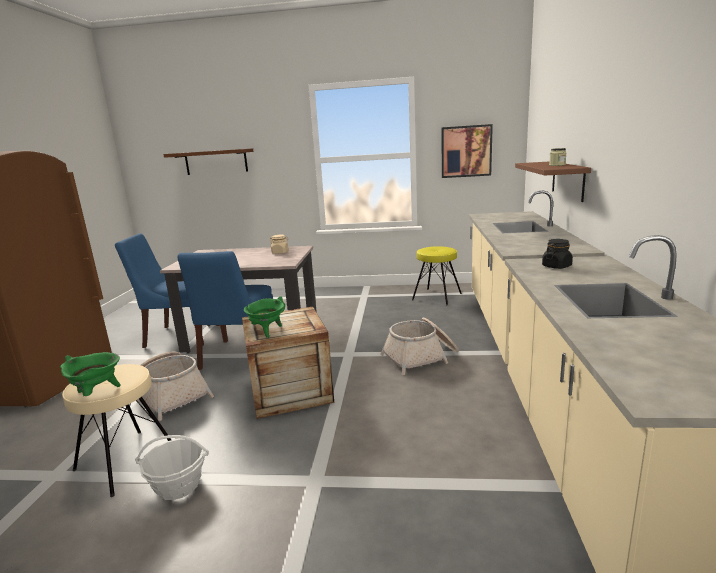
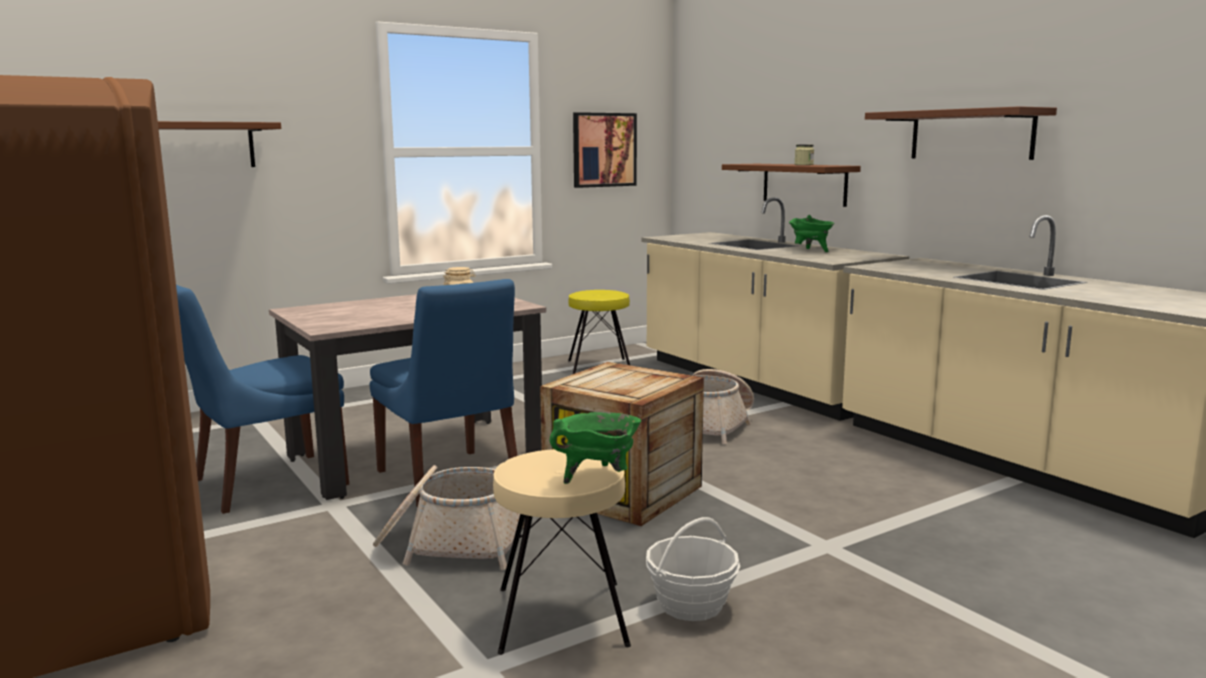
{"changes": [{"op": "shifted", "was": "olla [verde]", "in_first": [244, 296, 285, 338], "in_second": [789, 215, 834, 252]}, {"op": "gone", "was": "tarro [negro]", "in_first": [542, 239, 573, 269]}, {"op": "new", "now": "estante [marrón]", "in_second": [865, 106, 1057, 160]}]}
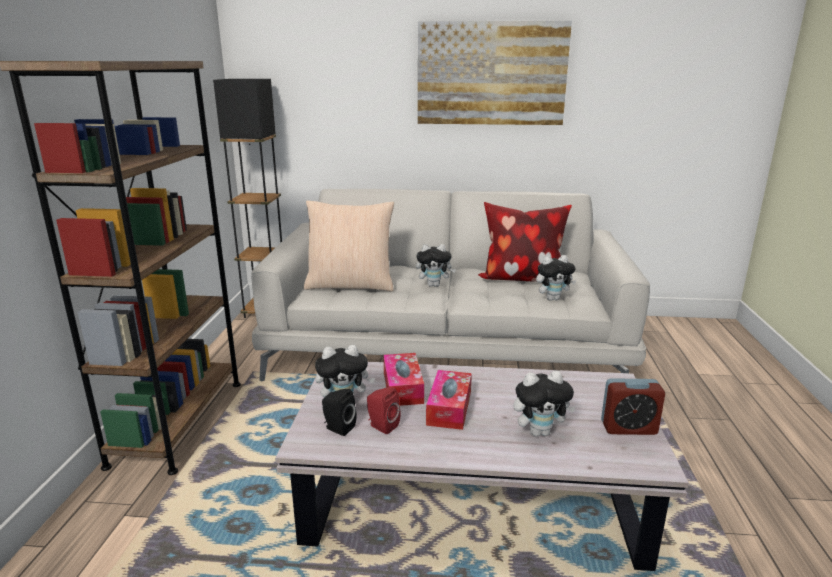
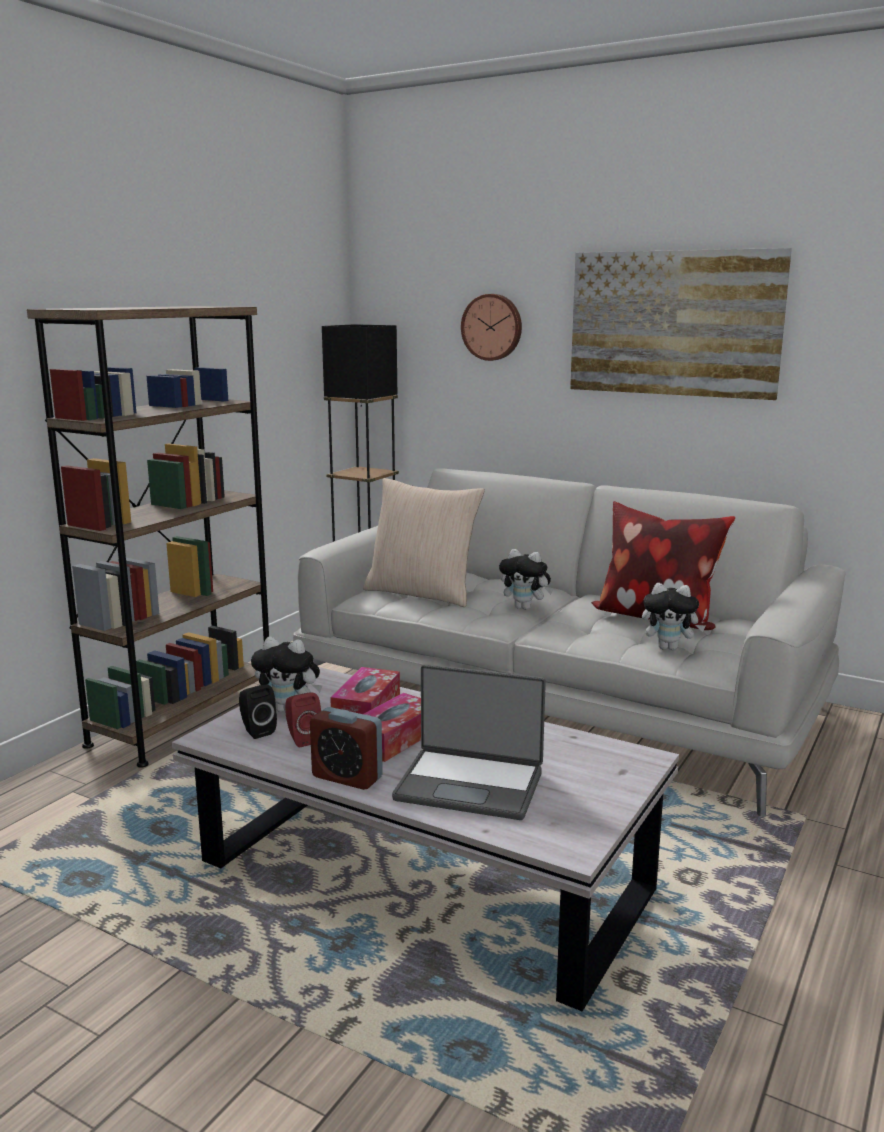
{"changes": [{"op": "swapped", "was": "peluche", "now": "portátil", "in_first": [513, 371, 576, 437], "in_second": [392, 664, 546, 820]}, {"op": "shifted", "was": "despertador", "in_first": [601, 378, 665, 435], "in_second": [310, 707, 383, 790]}, {"op": "new", "now": "reloj de pared", "in_second": [461, 294, 522, 361]}]}
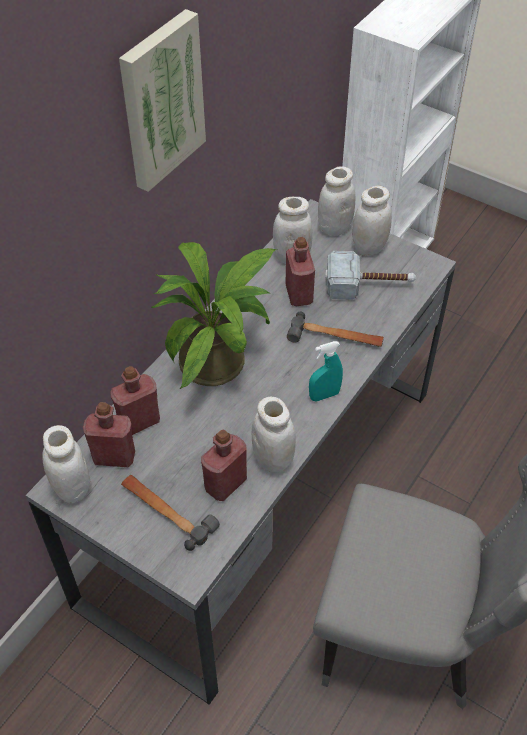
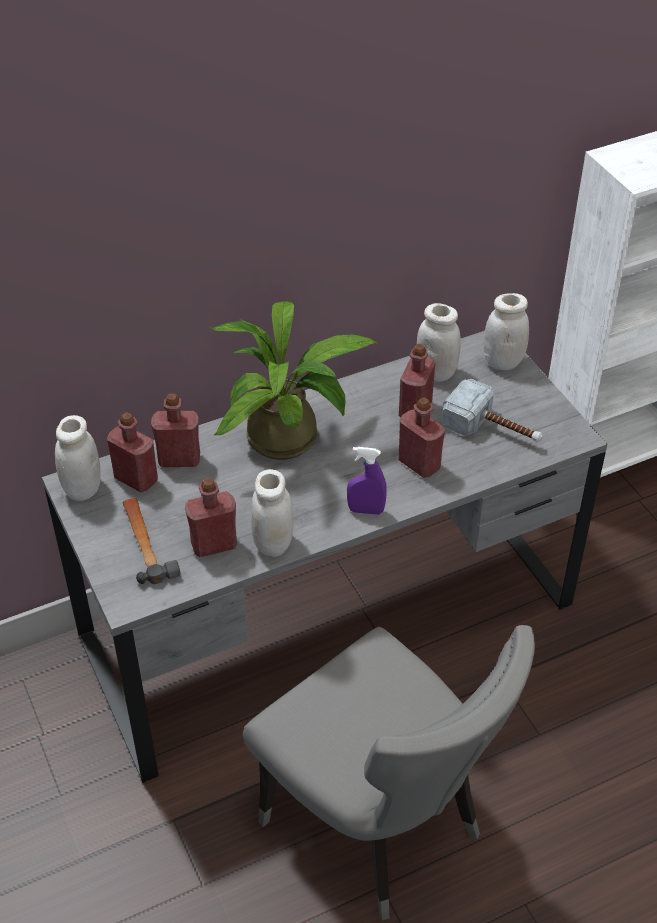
{"changes": [{"op": "gone", "was": "cuadro", "in_first": [119, 9, 206, 192]}, {"op": "swapped", "was": "martillo", "now": "botella [rojo]", "in_first": [287, 312, 384, 347], "in_second": [398, 397, 445, 478]}, {"op": "repainted", "was": "pulverizador [turquesa]", "now": "pulverizador [morado]", "in_first": [309, 341, 343, 401], "in_second": [347, 447, 387, 515]}, {"op": "gone", "was": "tarro [blanco]", "in_first": [352, 186, 392, 256]}]}
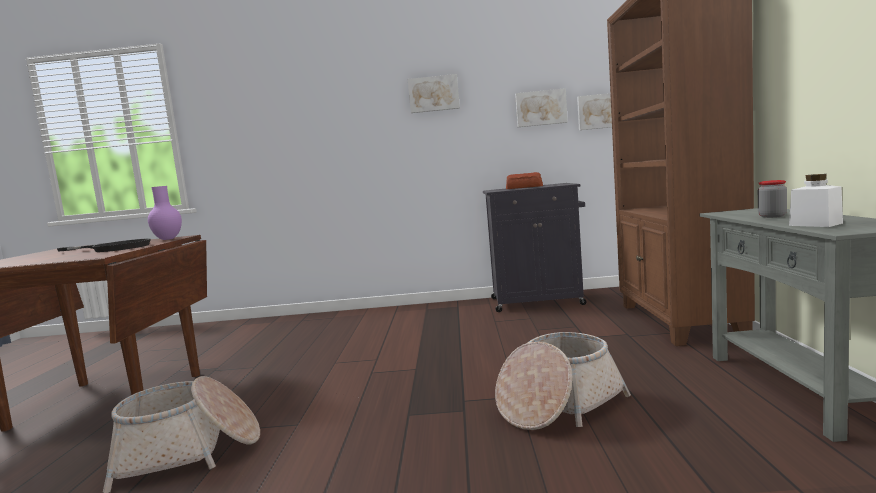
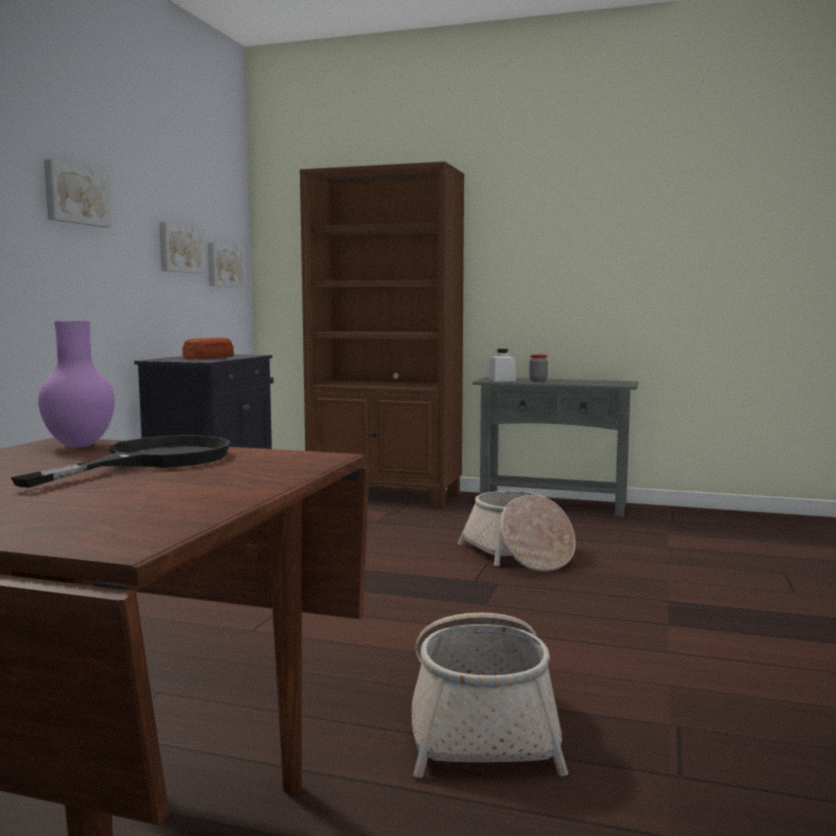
{"changes": [{"op": "shifted", "was": "tarro [blanco]", "in_first": [789, 174, 843, 227], "in_second": [489, 349, 516, 381]}]}
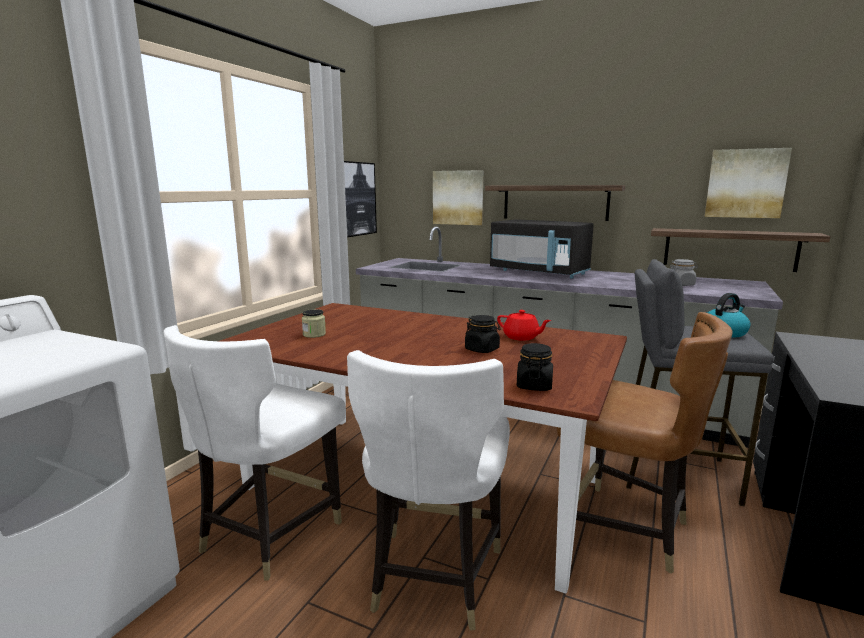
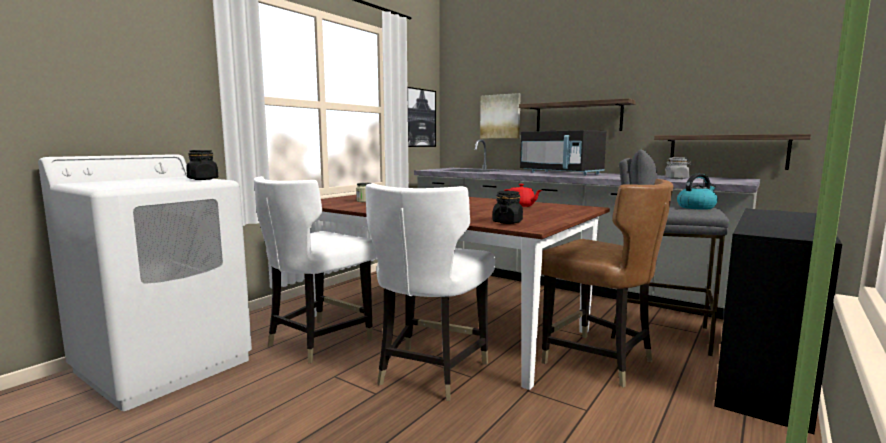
{"changes": [{"op": "shifted", "was": "tarro [negro]", "in_first": [465, 315, 501, 353], "in_second": [186, 150, 218, 180]}, {"op": "gone", "was": "cuadro", "in_first": [705, 148, 792, 218]}]}
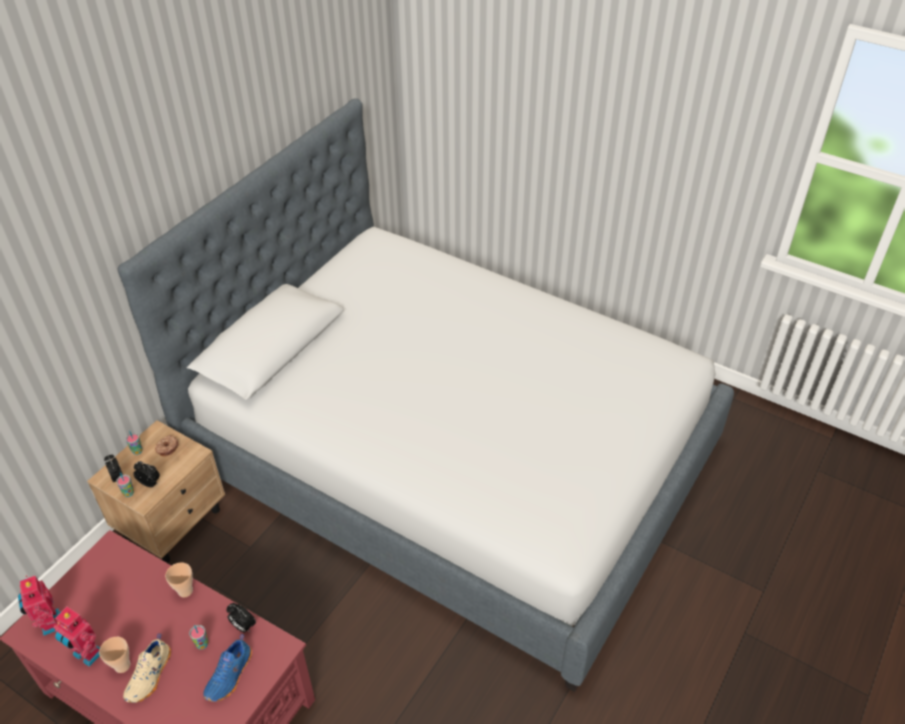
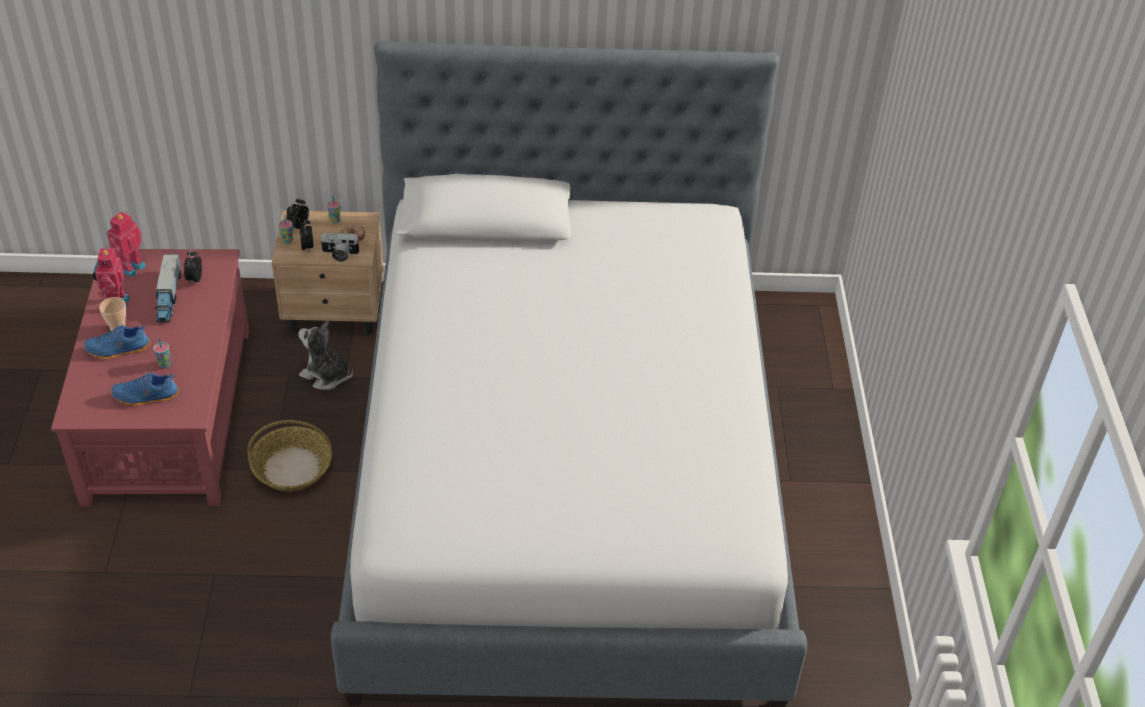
{"changes": [{"op": "repainted", "was": "zapato [beis]", "now": "zapato [azul]", "in_first": [123, 633, 171, 703], "in_second": [83, 325, 151, 359]}, {"op": "gone", "was": "taza", "in_first": [165, 563, 193, 598]}, {"op": "shifted", "was": "despertador", "in_first": [226, 603, 256, 632], "in_second": [184, 250, 202, 284]}, {"op": "new", "now": "camión de juguete", "in_second": [155, 254, 181, 323]}, {"op": "new", "now": "cesta", "in_second": [247, 420, 332, 492]}, {"op": "new", "now": "peluche", "in_second": [298, 320, 353, 390]}, {"op": "new", "now": "cámara", "in_second": [320, 232, 360, 262]}]}
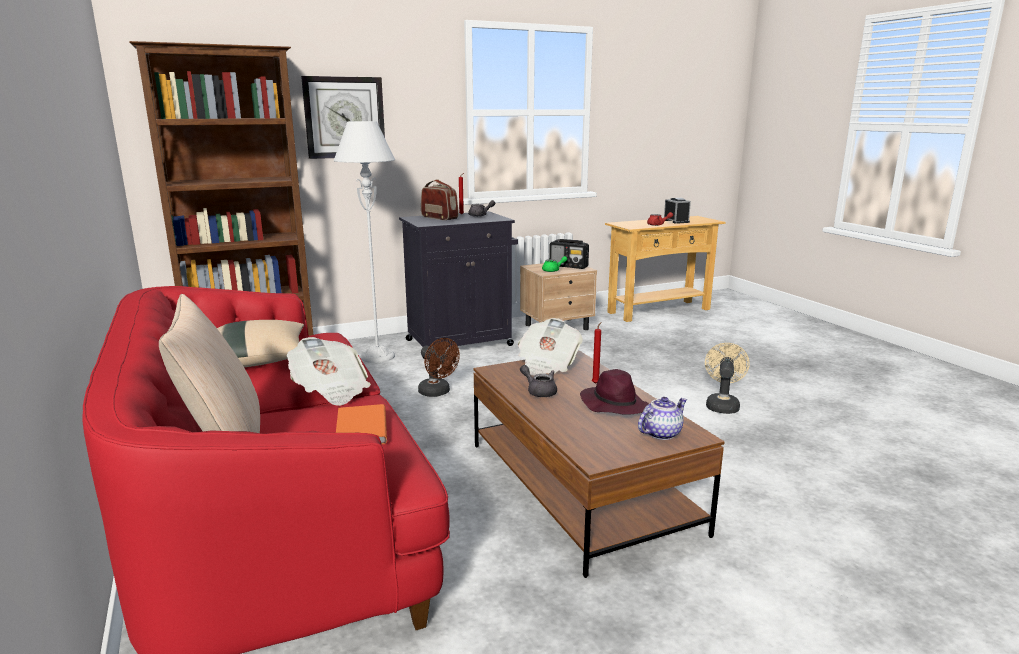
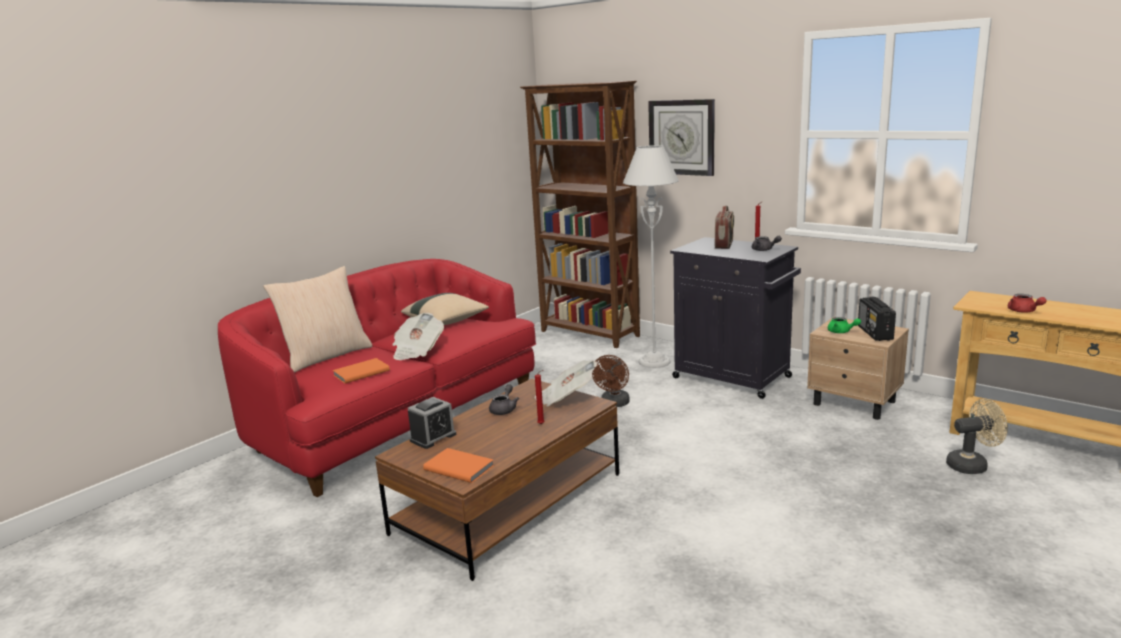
{"changes": [{"op": "gone", "was": "sombrero [morado]", "in_first": [580, 369, 649, 415]}, {"op": "swapped", "was": "tetera", "now": "libro [naranja]", "in_first": [638, 397, 687, 440], "in_second": [423, 448, 494, 483]}, {"op": "shifted", "was": "despertador", "in_first": [664, 198, 691, 224], "in_second": [408, 397, 456, 449]}, {"op": "shifted", "was": "ventilador [beis]", "in_first": [705, 343, 750, 414], "in_second": [946, 399, 1008, 474]}]}
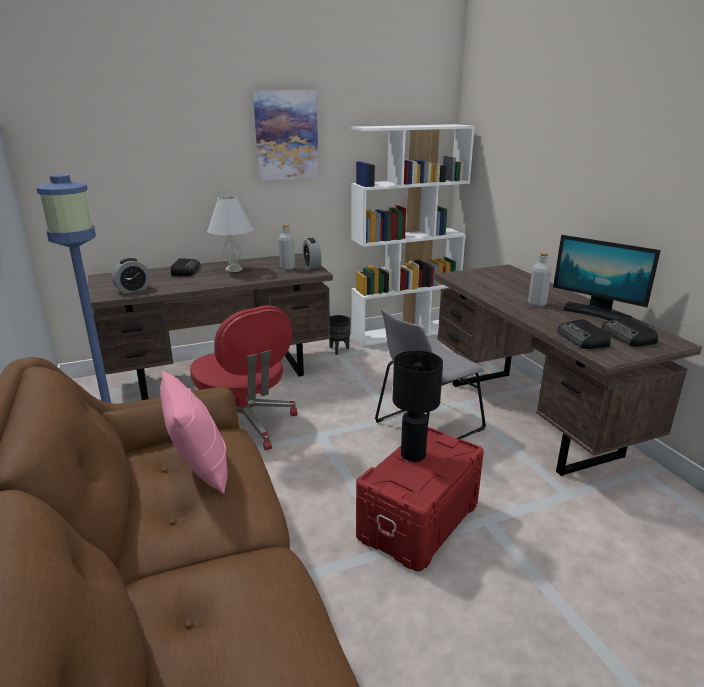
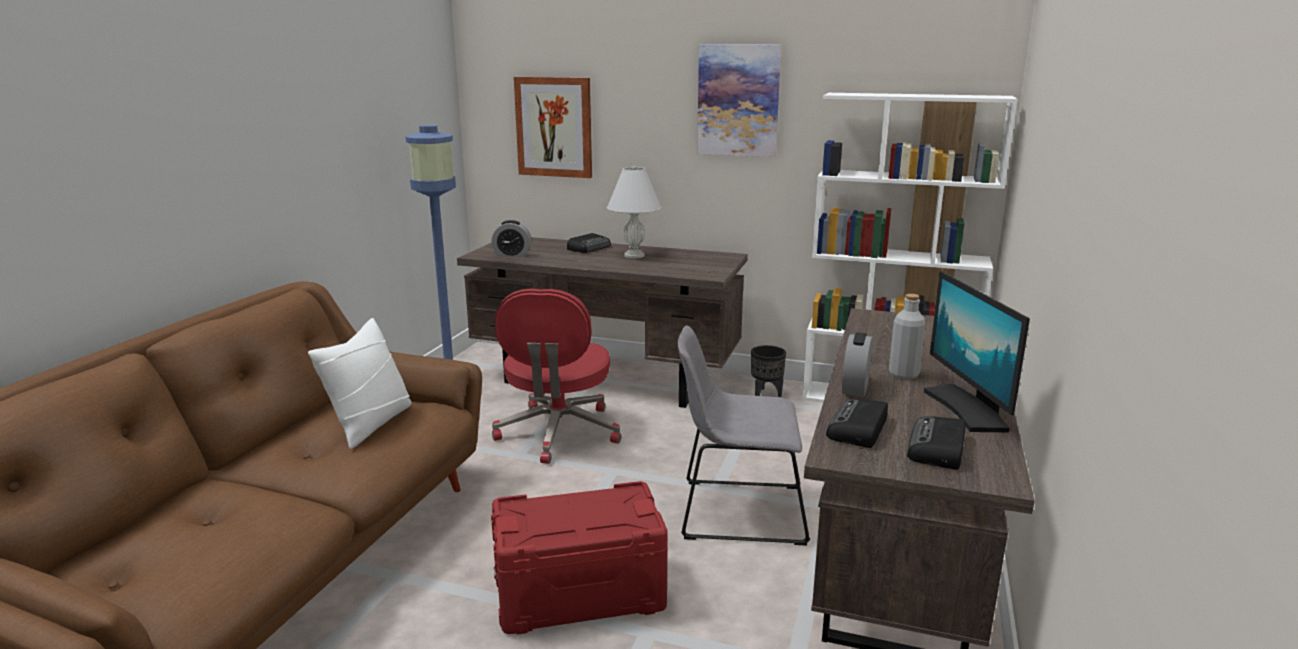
{"changes": [{"op": "repainted", "was": "cojín [rosa]", "now": "cojín [blanco]", "in_first": [160, 370, 227, 494], "in_second": [308, 318, 412, 449]}, {"op": "gone", "was": "botella [gris]", "in_first": [279, 224, 295, 270]}, {"op": "shifted", "was": "despertador", "in_first": [303, 238, 321, 269], "in_second": [842, 332, 873, 397]}, {"op": "gone", "was": "lámpara de mesa [negro]", "in_first": [393, 350, 443, 462]}, {"op": "new", "now": "cuadro", "in_second": [514, 77, 592, 178]}]}
